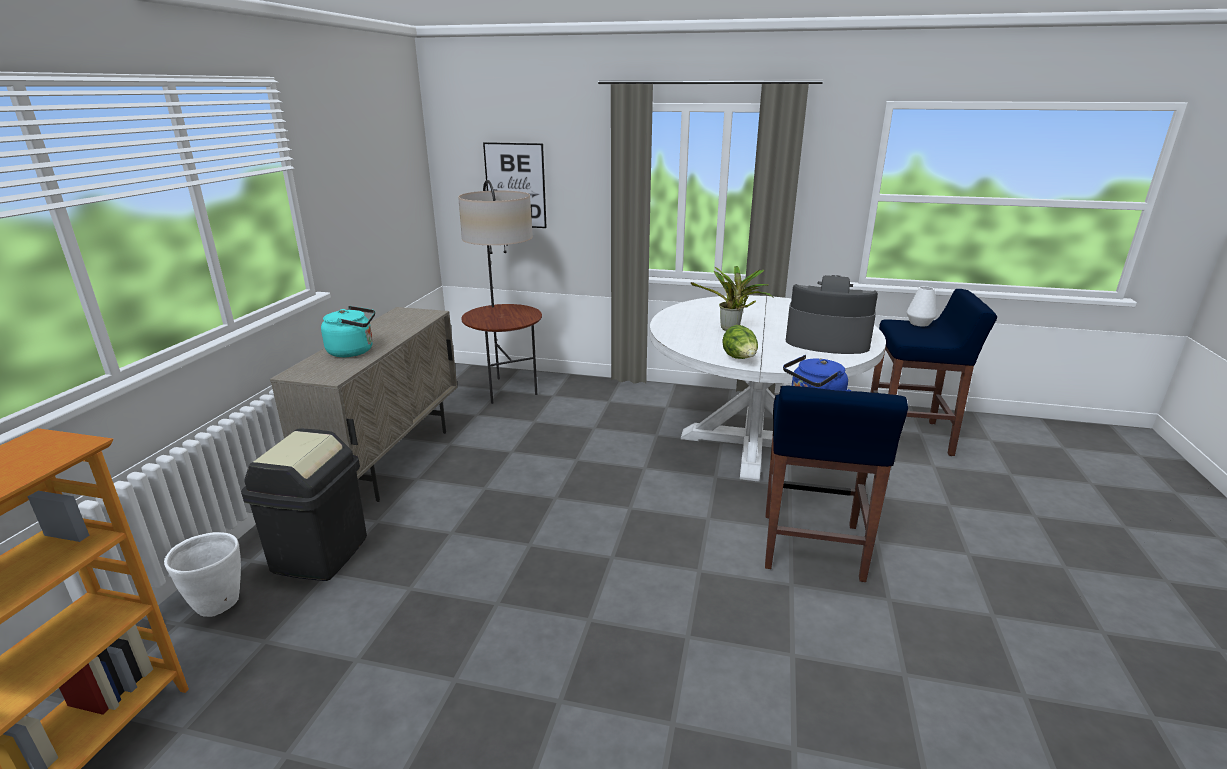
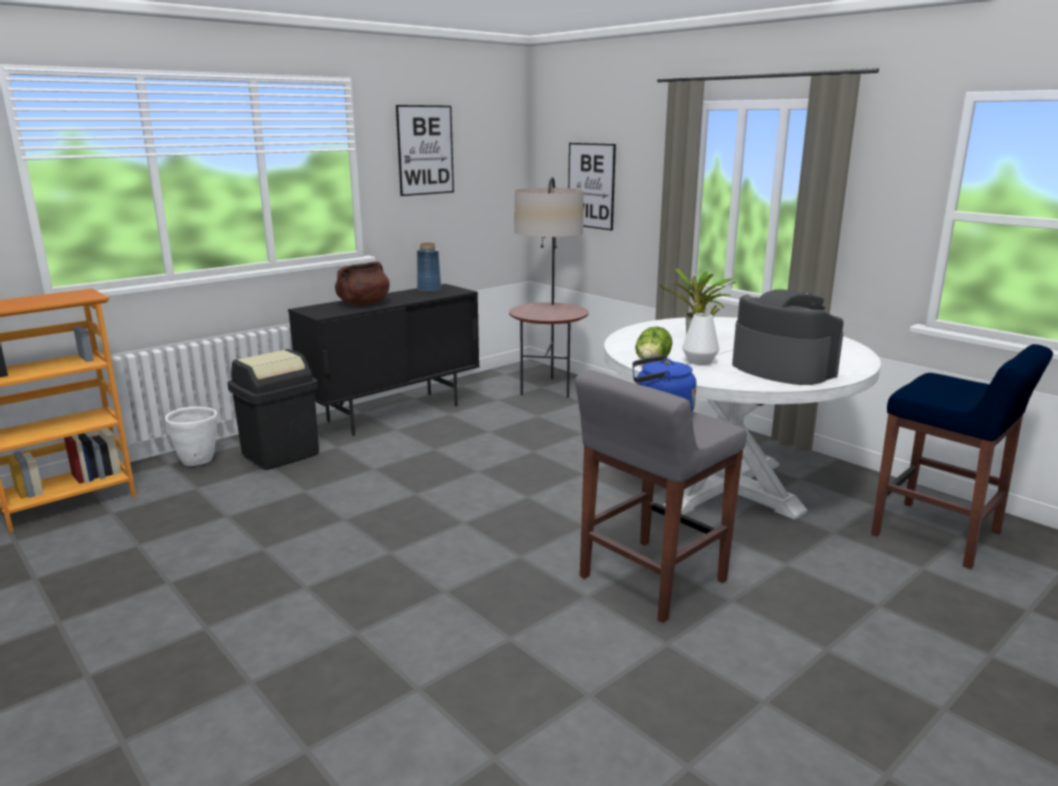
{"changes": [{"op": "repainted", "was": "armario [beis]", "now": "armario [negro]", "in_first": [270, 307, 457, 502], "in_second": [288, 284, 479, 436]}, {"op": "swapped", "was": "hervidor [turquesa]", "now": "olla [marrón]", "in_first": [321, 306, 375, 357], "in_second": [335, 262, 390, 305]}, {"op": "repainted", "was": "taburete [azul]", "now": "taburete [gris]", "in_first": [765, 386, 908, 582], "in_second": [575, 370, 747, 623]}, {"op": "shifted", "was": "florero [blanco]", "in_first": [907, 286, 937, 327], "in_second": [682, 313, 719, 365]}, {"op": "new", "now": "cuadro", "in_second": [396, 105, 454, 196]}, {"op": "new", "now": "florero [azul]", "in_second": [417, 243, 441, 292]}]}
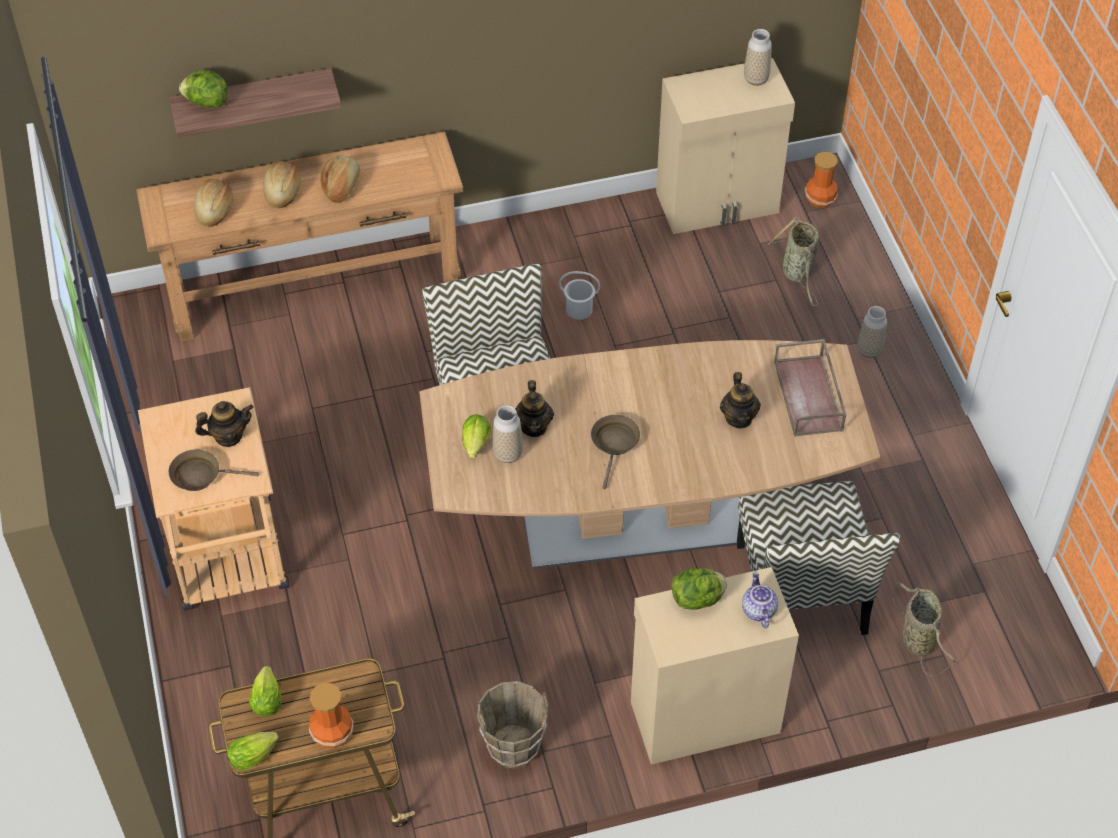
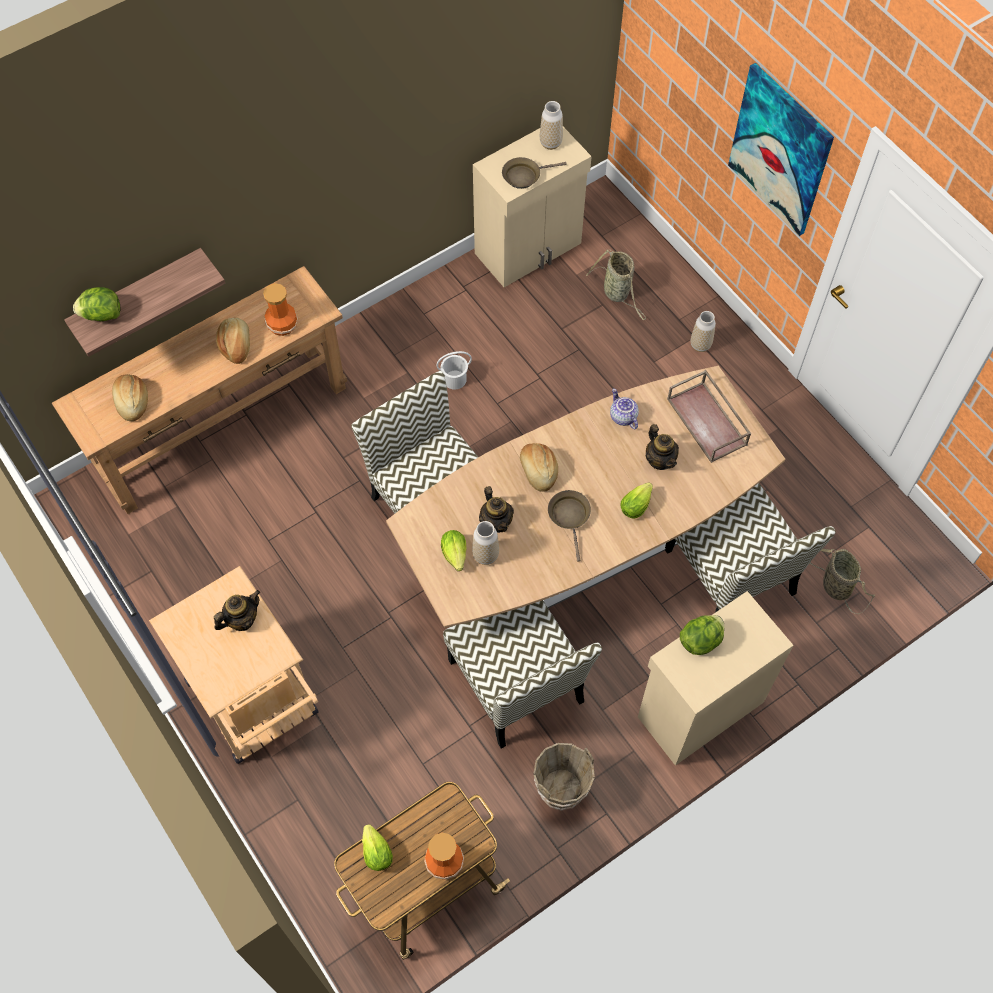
{"changes": [{"op": "shifted", "was": "sartén [marrón]", "in_first": [169, 449, 259, 491], "in_second": [502, 157, 567, 189]}, {"op": "shifted", "was": "lechuga", "in_first": [227, 732, 279, 770], "in_second": [620, 483, 653, 519]}, {"op": "shifted", "was": "pan", "in_first": [263, 161, 301, 208], "in_second": [520, 443, 558, 492]}, {"op": "shifted", "was": "tetera", "in_first": [742, 571, 778, 628], "in_second": [610, 388, 639, 429]}, {"op": "shifted", "was": "florero", "in_first": [805, 152, 838, 208], "in_second": [263, 283, 298, 336]}, {"op": "new", "now": "silla", "in_second": [443, 600, 602, 749]}, {"op": "new", "now": "cuadro", "in_second": [728, 63, 834, 236]}]}
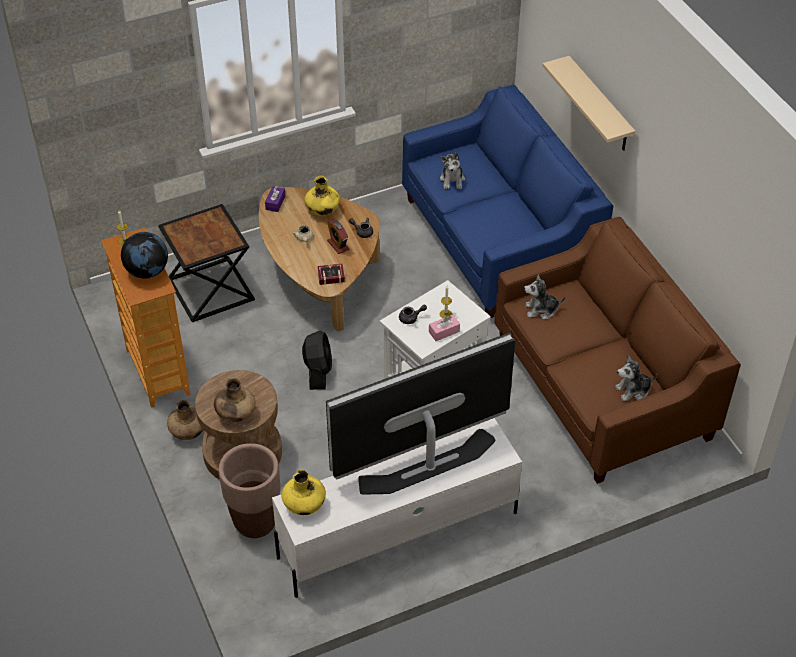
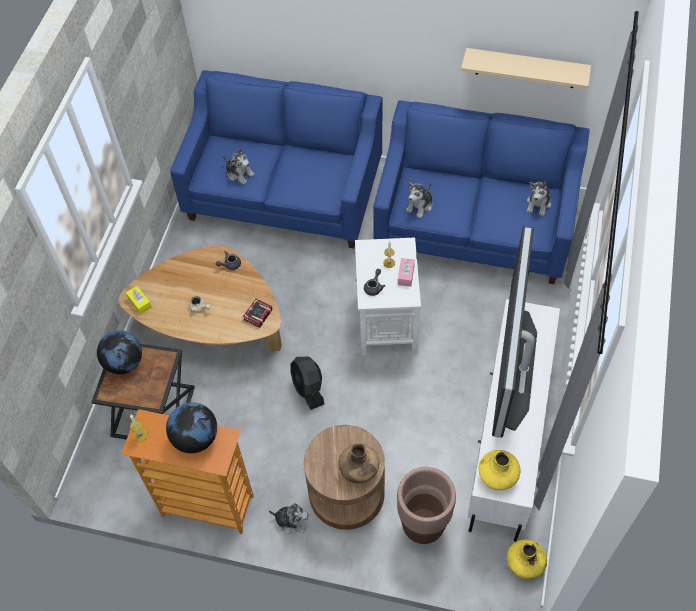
{"changes": [{"op": "swapped", "was": "florero [marrón]", "now": "peluche", "in_first": [167, 400, 203, 440], "in_second": [269, 503, 309, 534]}, {"op": "repainted", "was": "caja de pañuelos [morado]", "now": "caja de pañuelos [amarillo]", "in_first": [265, 186, 285, 212], "in_second": [126, 286, 152, 314]}, {"op": "rotated", "was": "ventilador [negro]", "in_first": [302, 331, 332, 390], "in_second": [291, 356, 325, 410], "clockwise": -150}, {"op": "shifted", "was": "florero [amarillo]", "in_first": [304, 176, 340, 216], "in_second": [507, 540, 547, 579]}, {"op": "gone", "was": "despertador", "in_first": [327, 219, 349, 254]}, {"op": "repainted", "was": "sofá [marrón]", "now": "sofá [azul]", "in_first": [494, 217, 741, 484], "in_second": [373, 100, 590, 284]}, {"op": "shifted", "was": "estante [beis]", "in_first": [543, 56, 635, 151], "in_second": [461, 48, 591, 89]}, {"op": "new", "now": "globo terráqueo", "in_second": [97, 330, 142, 374]}]}
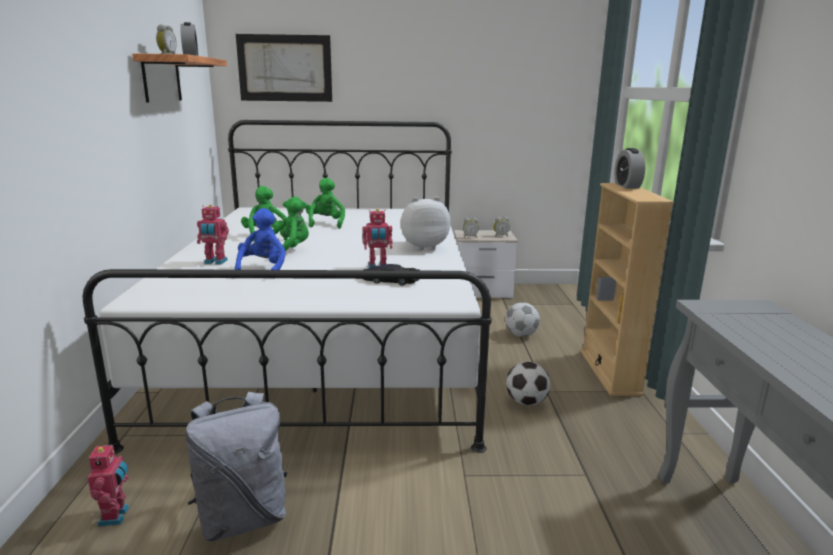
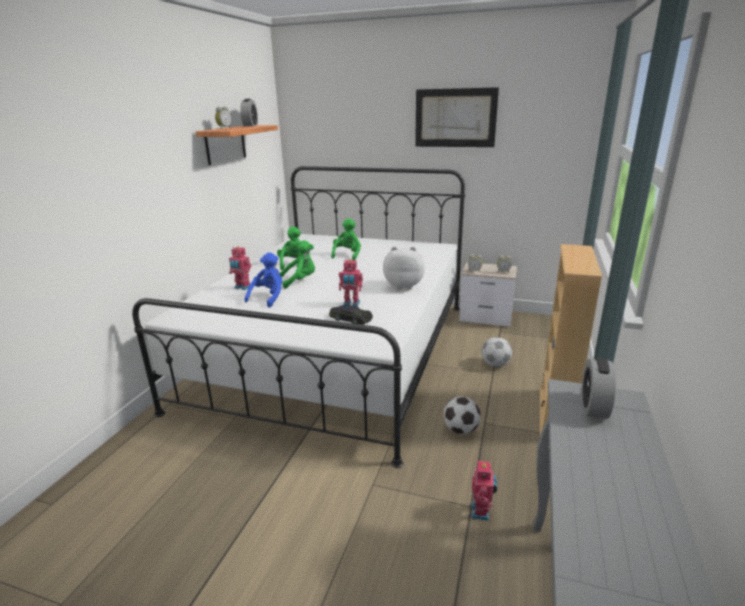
{"changes": [{"op": "shifted", "was": "robot de juguete", "in_first": [87, 442, 129, 527], "in_second": [471, 459, 497, 521]}, {"op": "gone", "was": "mochila [gris]", "in_first": [186, 392, 287, 541]}, {"op": "shifted", "was": "cuadro", "in_first": [236, 34, 332, 102], "in_second": [415, 87, 499, 147]}, {"op": "shifted", "was": "despertador", "in_first": [614, 148, 645, 188], "in_second": [581, 357, 616, 419]}]}
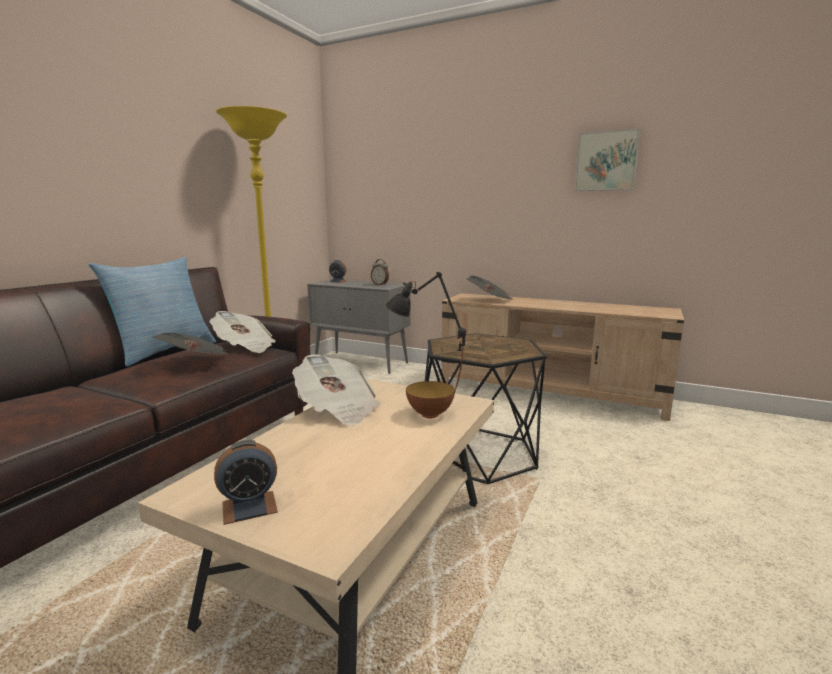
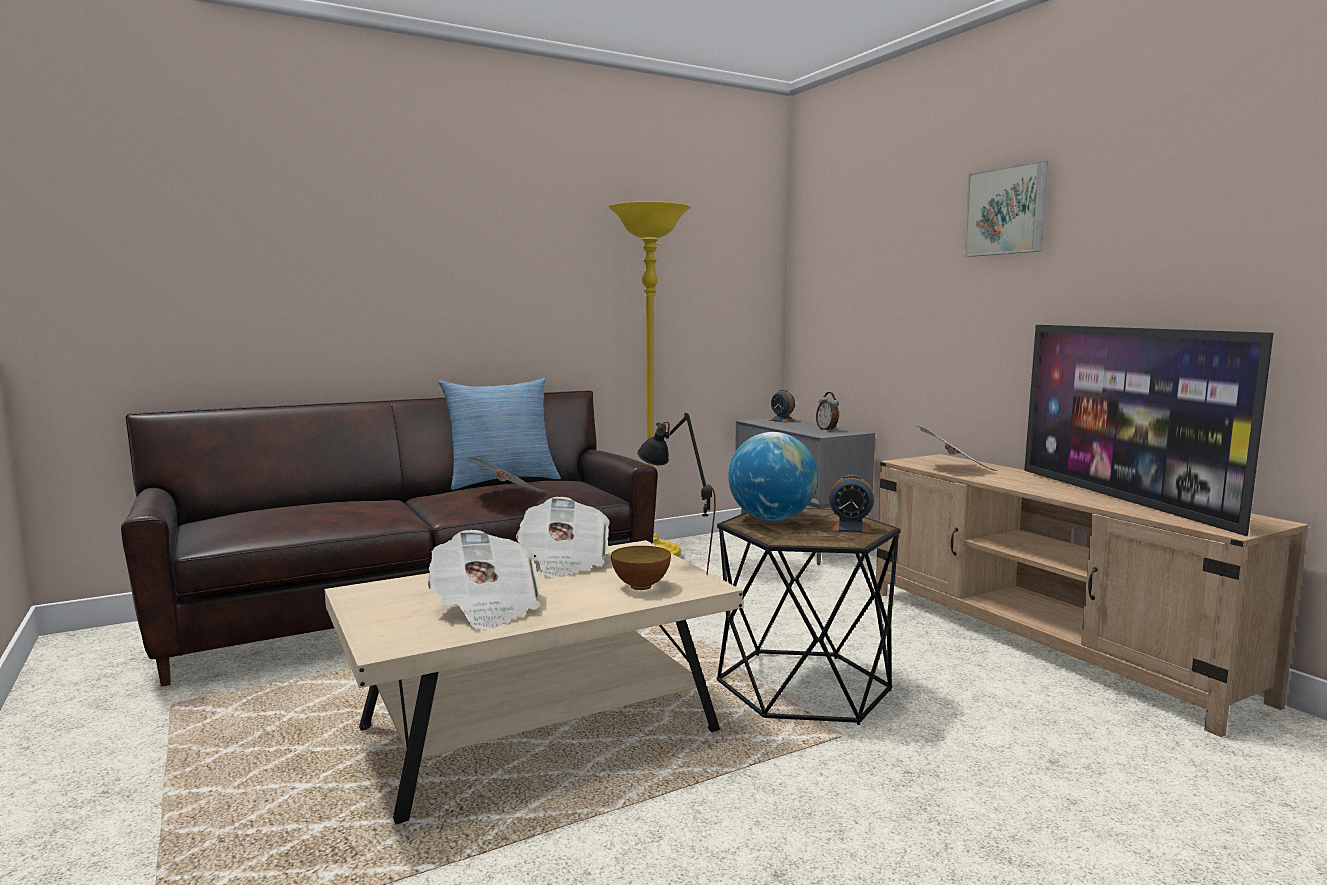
{"changes": [{"op": "shifted", "was": "periódico", "in_first": [210, 311, 276, 353], "in_second": [427, 530, 541, 631]}, {"op": "shifted", "was": "despertador", "in_first": [214, 440, 278, 525], "in_second": [829, 474, 874, 533]}, {"op": "shifted", "was": "cuadro", "in_first": [575, 128, 640, 191], "in_second": [964, 160, 1048, 257]}, {"op": "new", "now": "globo terráqueo", "in_second": [728, 432, 818, 521]}, {"op": "new", "now": "televisor", "in_second": [1024, 325, 1274, 536]}]}
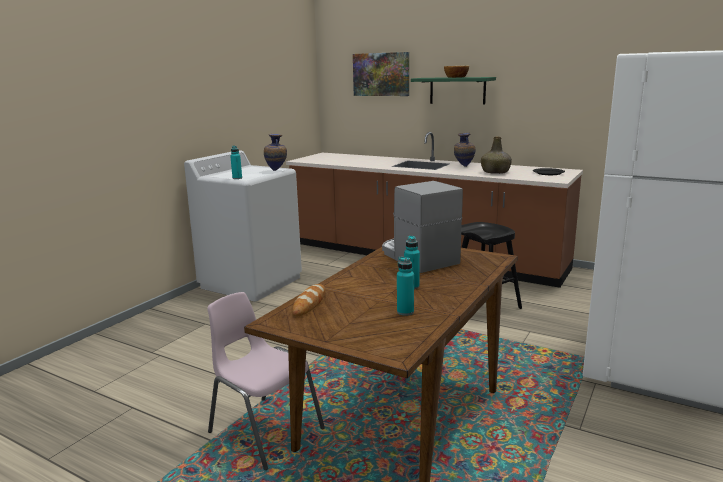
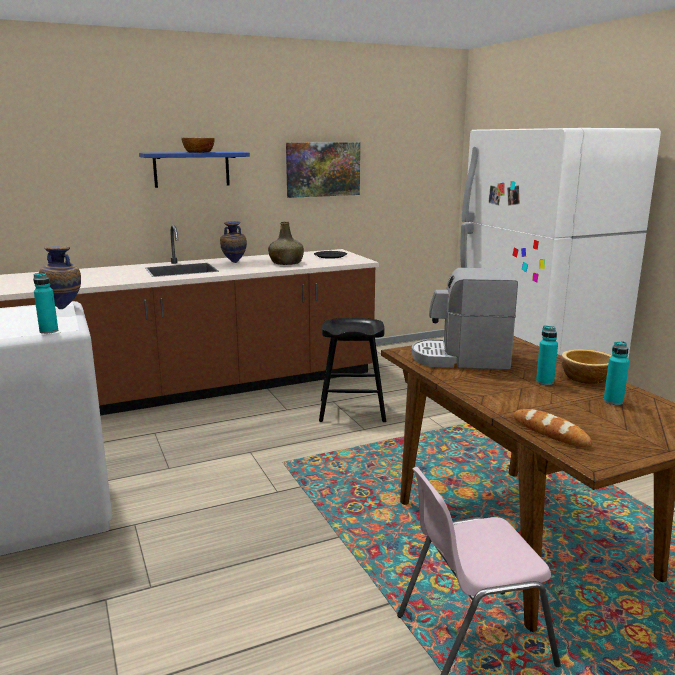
{"changes": [{"op": "shifted", "was": "cuadro", "in_first": [353, 52, 409, 96], "in_second": [286, 142, 360, 198]}, {"op": "repainted", "was": "estante [verde]", "now": "estante [azul]", "in_first": [411, 77, 496, 105], "in_second": [139, 152, 250, 188]}, {"op": "new", "now": "cuenco", "in_second": [561, 349, 612, 384]}]}
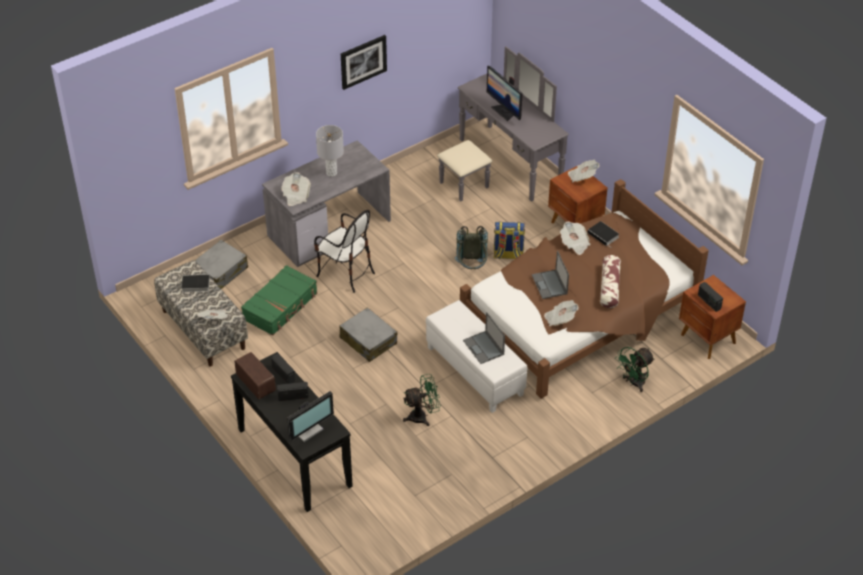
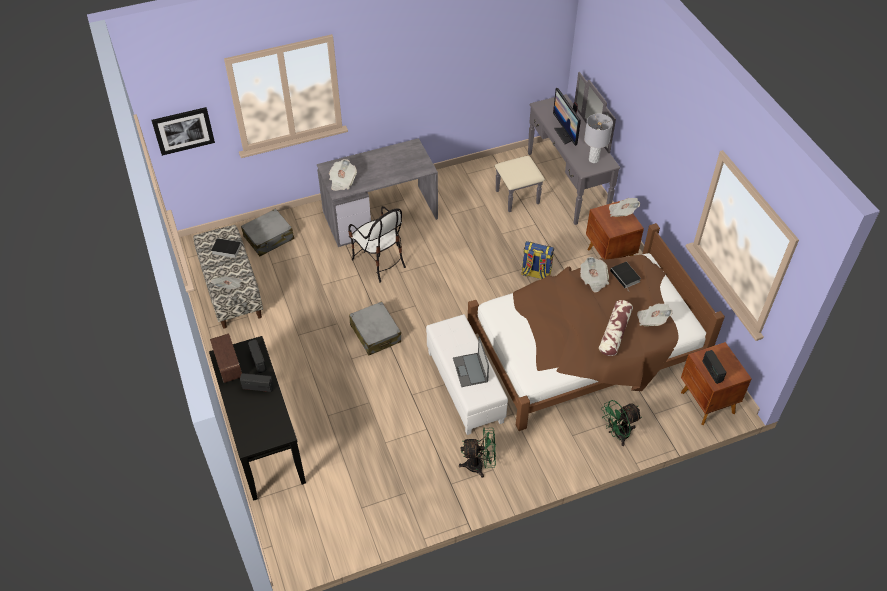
{"changes": [{"op": "gone", "was": "maleta [verde]", "in_first": [241, 265, 317, 336]}, {"op": "gone", "was": "monitor", "in_first": [287, 391, 334, 442]}, {"op": "shifted", "was": "lámpara de mesa [gris]", "in_first": [316, 125, 344, 177], "in_second": [584, 114, 613, 163]}, {"op": "shifted", "was": "cuadro", "in_first": [341, 35, 387, 90], "in_second": [151, 107, 215, 156]}, {"op": "shifted", "was": "ventilador [verde]", "in_first": [403, 374, 441, 426], "in_second": [459, 428, 496, 478]}, {"op": "gone", "was": "mochila [gris]", "in_first": [455, 226, 488, 269]}, {"op": "gone", "was": "portátil", "in_first": [532, 251, 569, 299]}, {"op": "shifted", "was": "periódico", "in_first": [544, 300, 579, 326], "in_second": [637, 304, 672, 326]}]}
